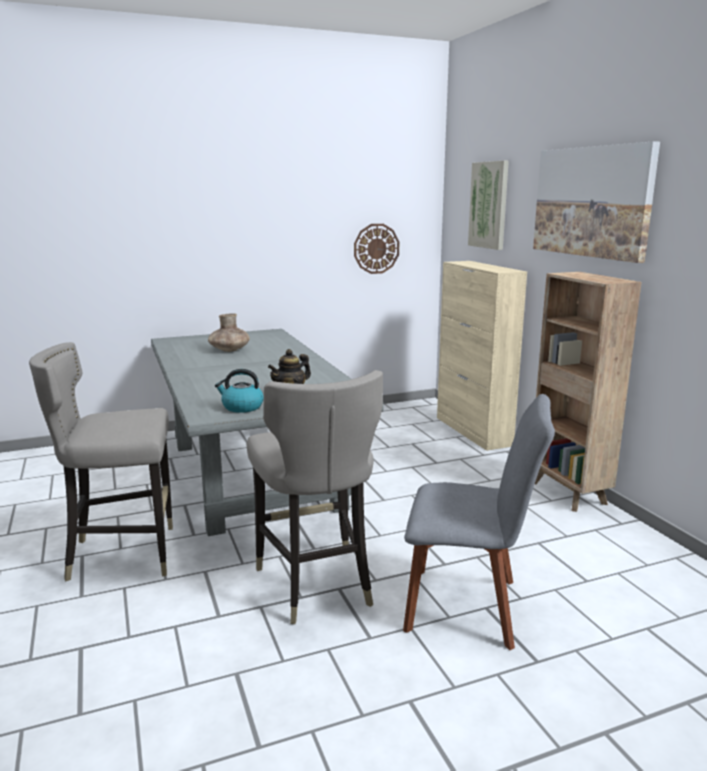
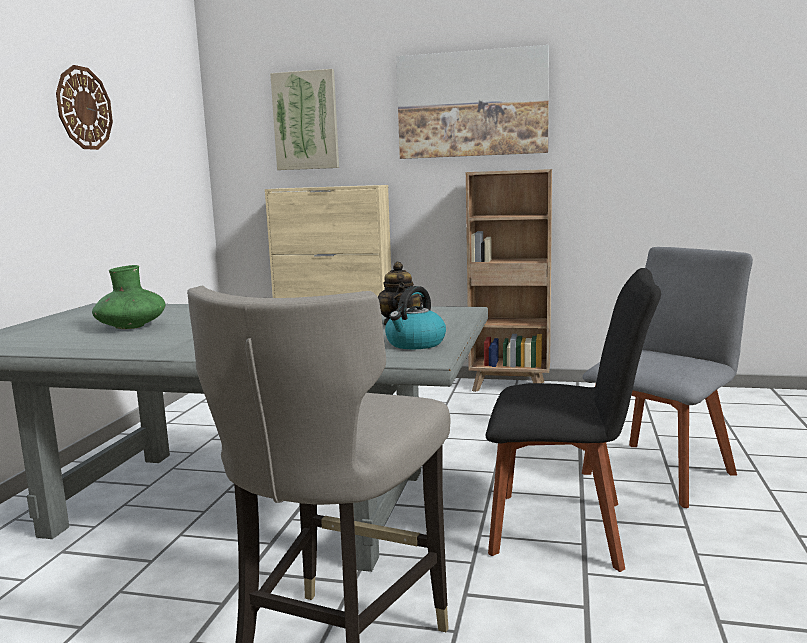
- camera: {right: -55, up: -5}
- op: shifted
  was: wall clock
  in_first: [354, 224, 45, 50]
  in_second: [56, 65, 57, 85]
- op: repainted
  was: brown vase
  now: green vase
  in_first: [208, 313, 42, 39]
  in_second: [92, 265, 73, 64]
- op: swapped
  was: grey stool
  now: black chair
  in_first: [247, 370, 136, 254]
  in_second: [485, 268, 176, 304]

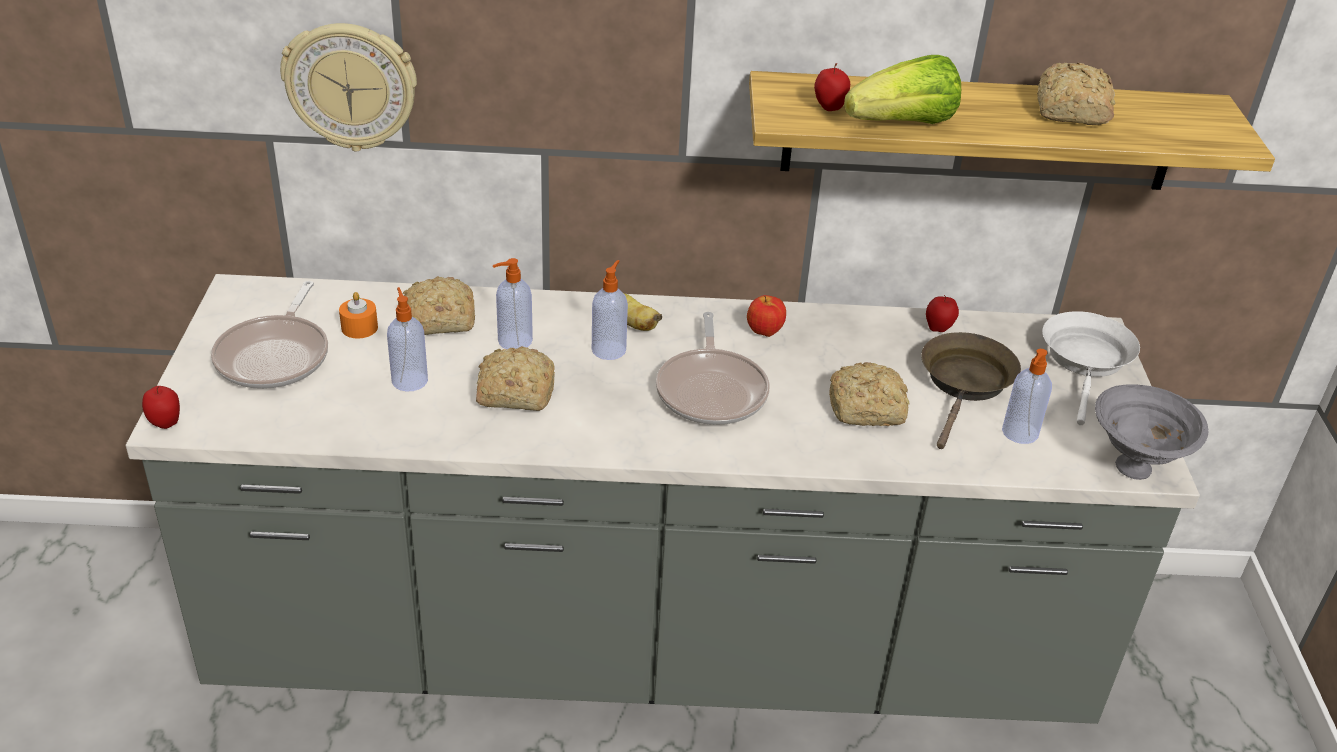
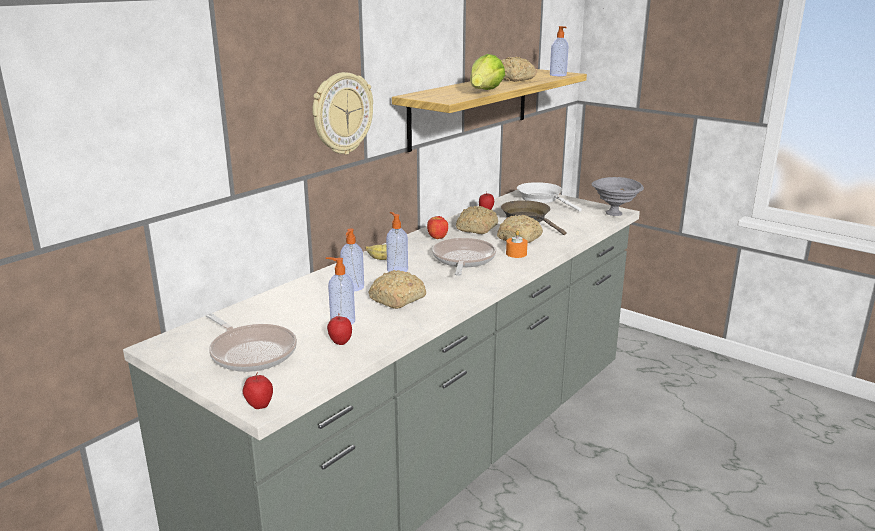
- camera: {right: -50, up: -15}
- op: shifted
  was: wall clock
  in_first: [280, 23, 137, 129]
  in_second: [313, 72, 60, 83]
- op: shifted
  was: apple
  in_first: [814, 63, 36, 48]
  in_second: [327, 313, 25, 32]
- op: rotated
  was: frying pan
  in_first: [656, 312, 114, 113]
  in_second: [432, 238, 64, 38]
  clockwise: -120
- op: shifted
  was: bread
  in_first: [403, 276, 72, 59]
  in_second: [456, 206, 42, 28]
- op: shifted
  was: orange candle
  in_first: [339, 292, 39, 47]
  in_second: [506, 230, 22, 28]
- op: shifted
  was: soap dispenser
  in_first: [1002, 349, 50, 95]
  in_second: [550, 26, 18, 50]

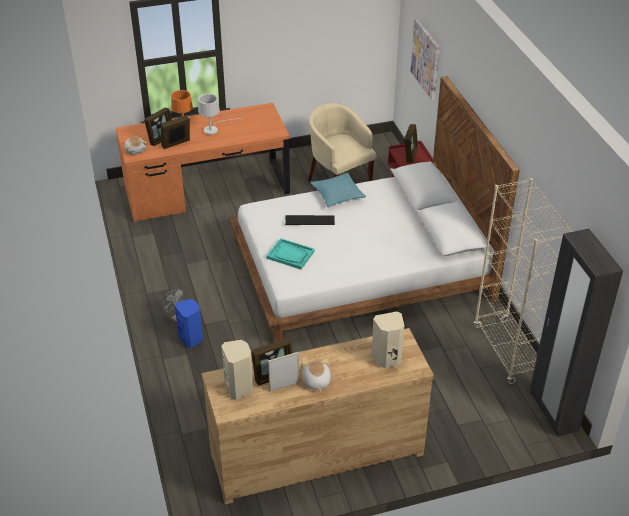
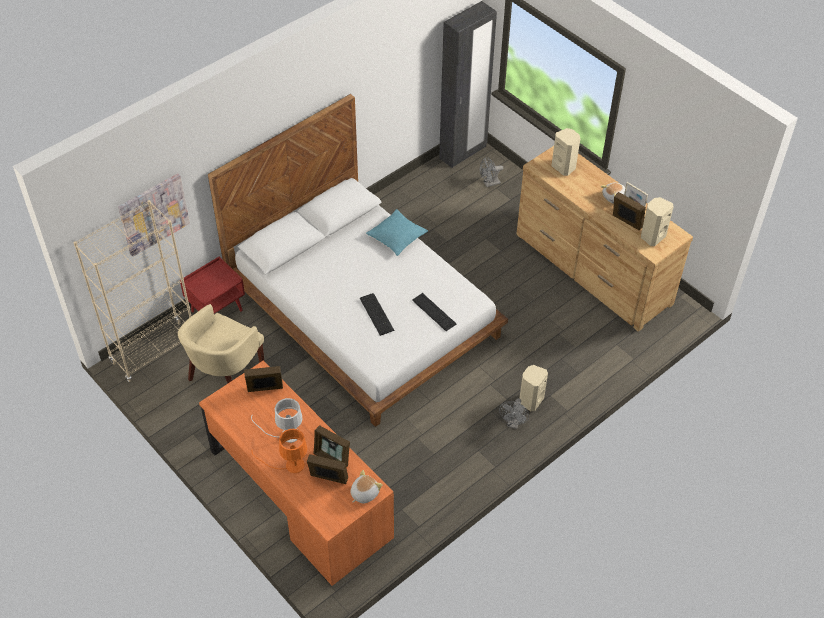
- camera: {right: -115, up: 10}
- op: shifted
  was: beige bookcase
  in_first: [474, 178, 100, 206]
  in_second: [73, 200, 118, 182]
- op: shifted
  was: picture frame
  in_first: [404, 124, 14, 39]
  in_second: [244, 366, 39, 26]
- op: shifted
  was: turquoise pillow
  in_first: [311, 173, 55, 34]
  in_second: [366, 209, 62, 47]
- op: swapped
  was: turquoise tray
  now: keyboard
  in_first: [267, 238, 48, 31]
  in_second: [412, 293, 44, 38]
- op: new
  now: grey fan
  in_second: [480, 157, 23, 30]
- op: repainted
  was: blue speaker
  now: beige speaker
  in_first: [175, 299, 28, 49]
  in_second: [520, 365, 28, 46]

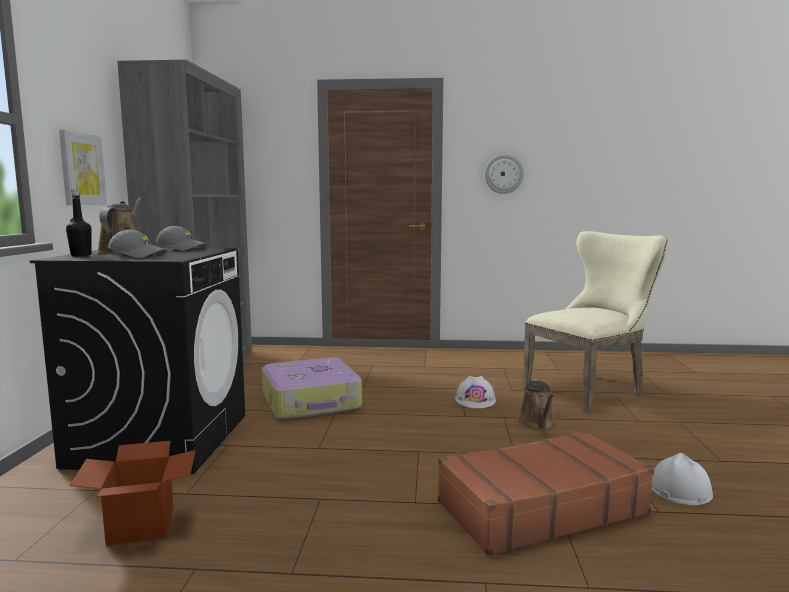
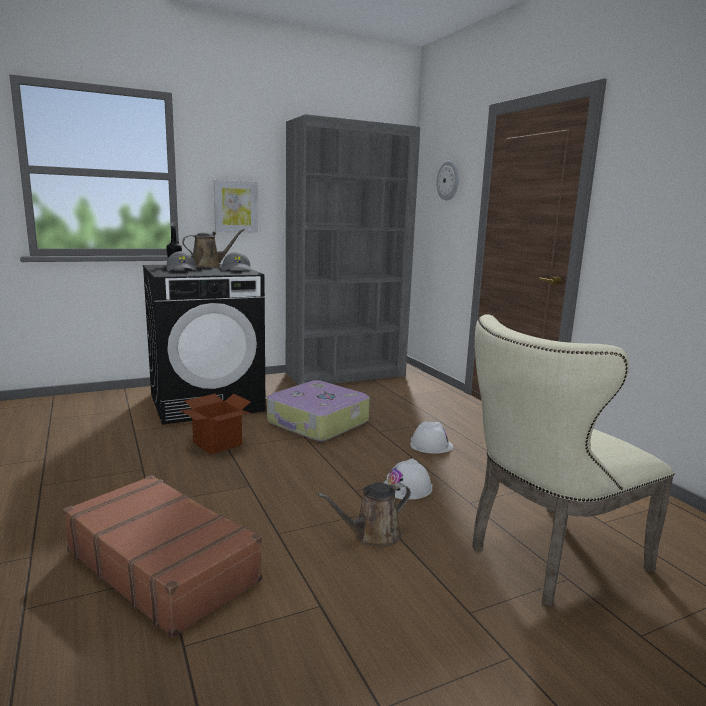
- camera: {right: 60, up: 5}
- op: shifted
  was: cardboard box
  in_first: [70, 441, 126, 105]
  in_second: [180, 394, 71, 60]
- op: shifted
  was: white hard hat
  in_first: [652, 453, 61, 52]
  in_second: [410, 422, 43, 32]
- op: shifted
  was: wall clock
  in_first: [485, 154, 39, 40]
  in_second: [436, 161, 23, 39]
- op: rotated
  was: beige chair
  in_first: [522, 231, 146, 182]
  in_second: [472, 314, 202, 293]
  clockwise: 120

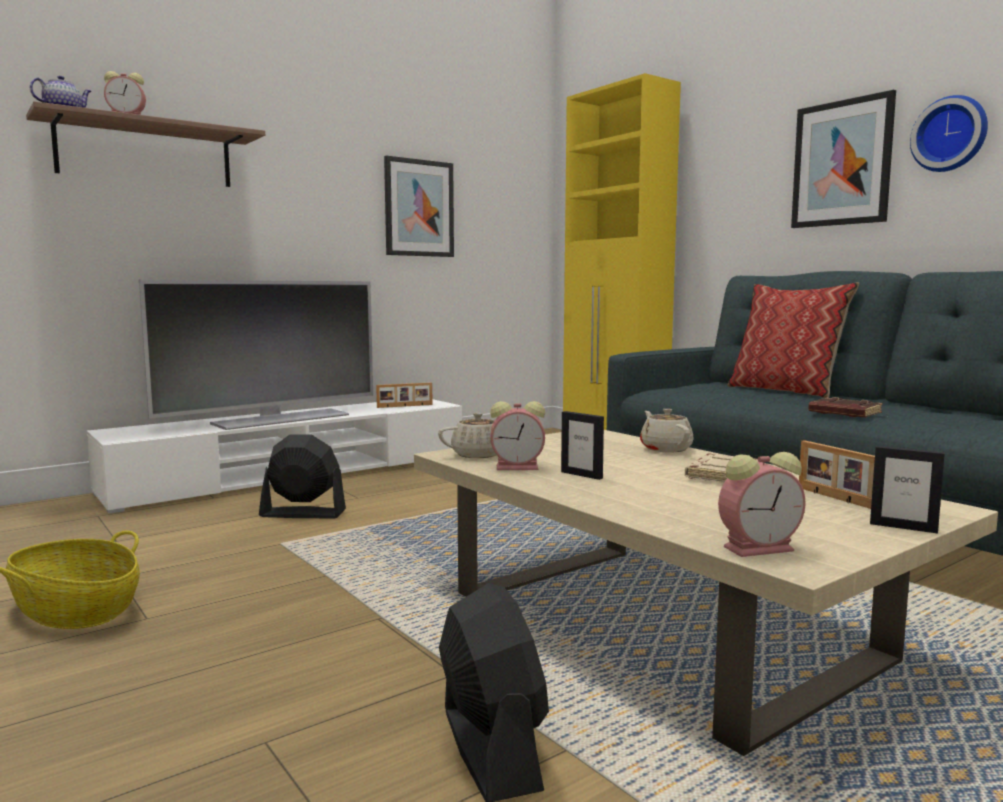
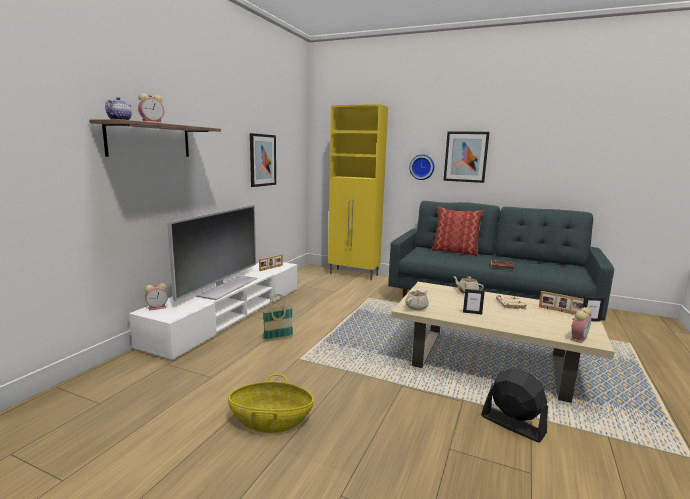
- camera: {right: -30, up: 5}
- op: shifted
  was: alarm clock
  in_first: [490, 401, 55, 69]
  in_second: [145, 283, 23, 28]
- op: swapped
  was: black fan
  now: basket
  in_first: [259, 434, 87, 84]
  in_second: [263, 294, 30, 48]
- op: shifted
  was: wall clock
  in_first: [910, 95, 78, 77]
  in_second: [410, 154, 24, 26]

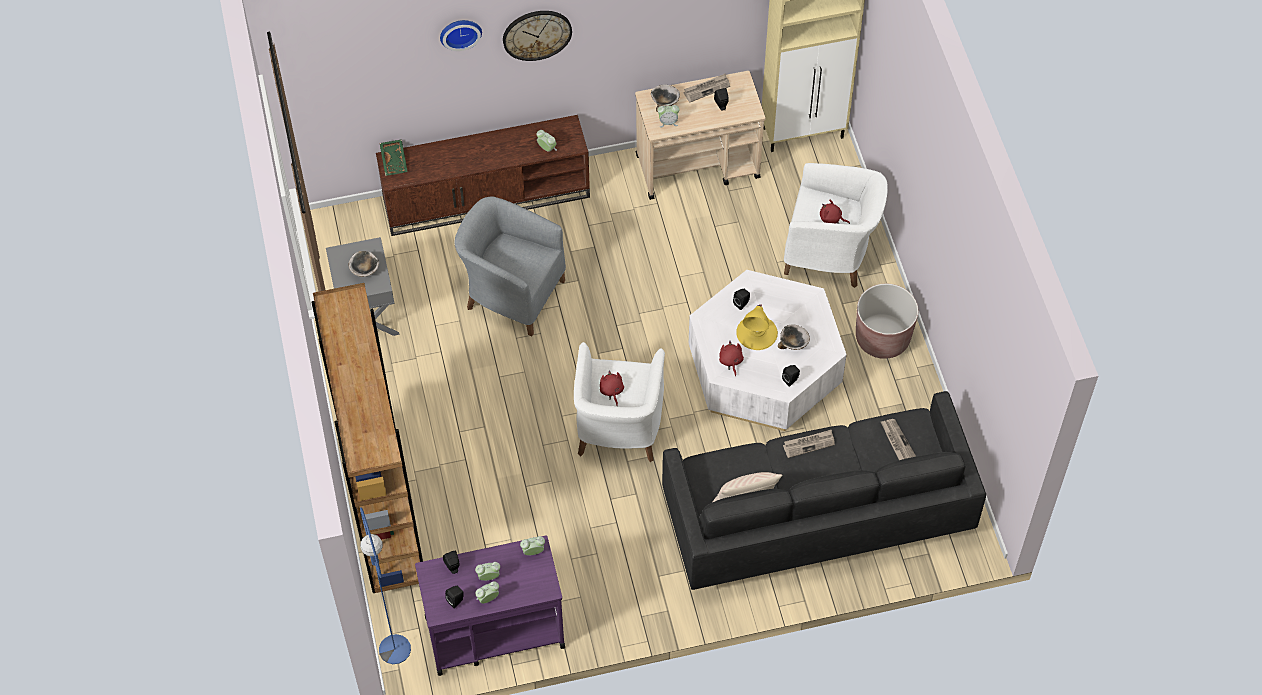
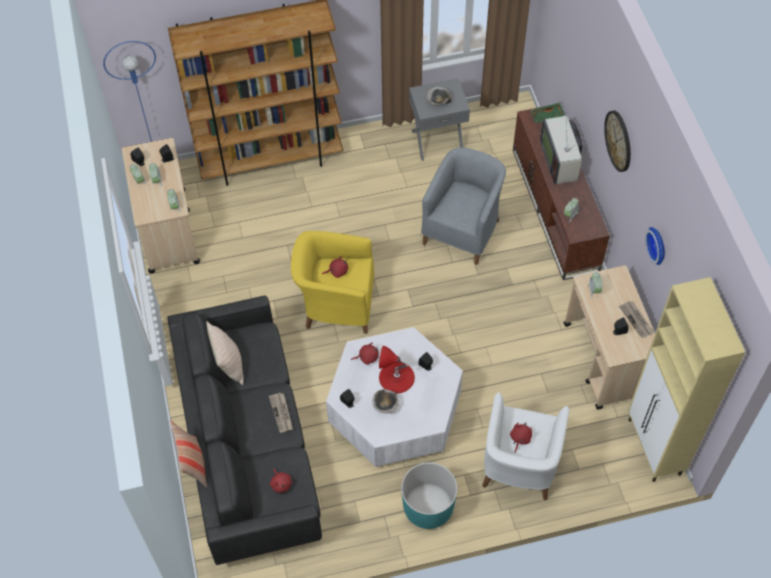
- camera: {right: 90, up: 0}
- op: repainted
  was: purple cart
  now: beige cart
  in_first: [415, 536, 150, 140]
  in_second: [122, 138, 78, 136]
- op: new
  now: pillow
  in_second: [170, 420, 37, 67]
- op: swapped
  was: newspaper
  now: red plush toy
  in_first: [880, 419, 36, 41]
  in_second: [270, 468, 22, 25]
- op: repainted
  was: white armchair
  now: yellow armchair
  in_first: [574, 342, 91, 120]
  in_second: [291, 231, 83, 103]
- op: repainted
  was: yellow table lamp
  now: red table lamp
  in_first: [736, 304, 42, 46]
  in_second: [379, 346, 36, 47]
- op: repainted
  was: brown planter
  now: turquoise planter
  in_first: [856, 284, 62, 75]
  in_second: [401, 462, 56, 67]
- op: new
  now: television
  in_second: [540, 116, 43, 68]
- op: shifted
  was: wall clock
  in_first: [440, 20, 42, 31]
  in_second: [645, 227, 20, 38]
- op: gone
  was: bowl
  in_first: [651, 85, 29, 27]

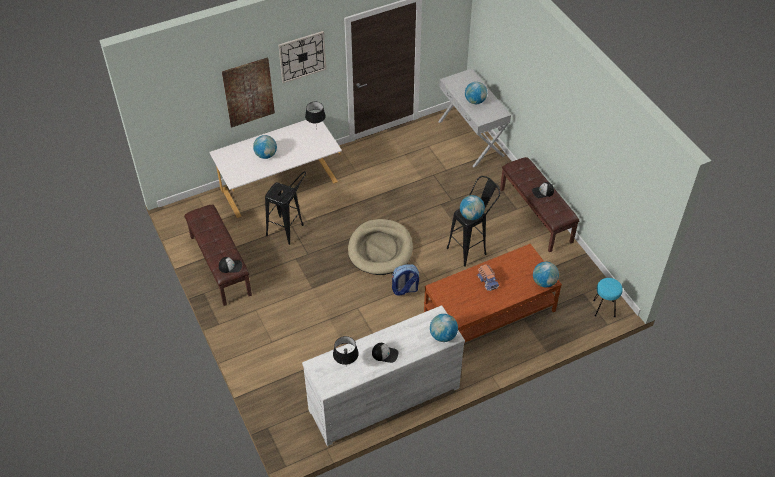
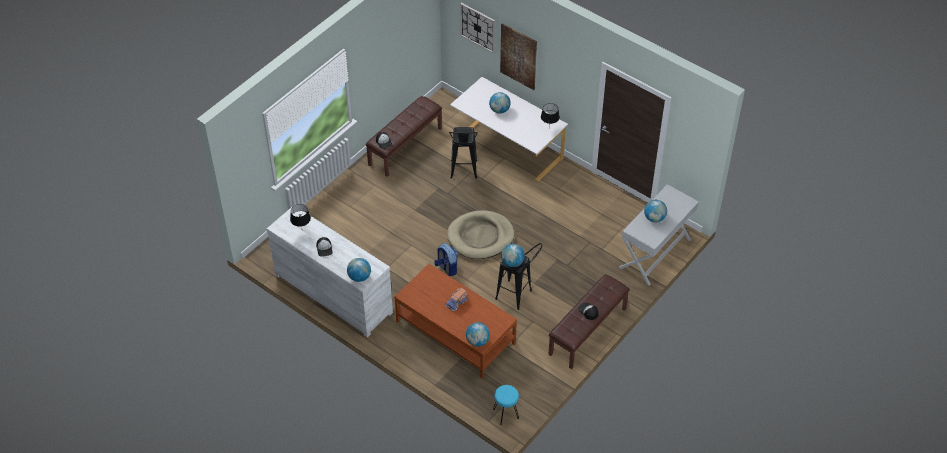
- camera: {right: 65, up: 0}
- op: shifted
  was: wall clock
  in_first: [278, 31, 48, 52]
  in_second: [460, 3, 35, 50]

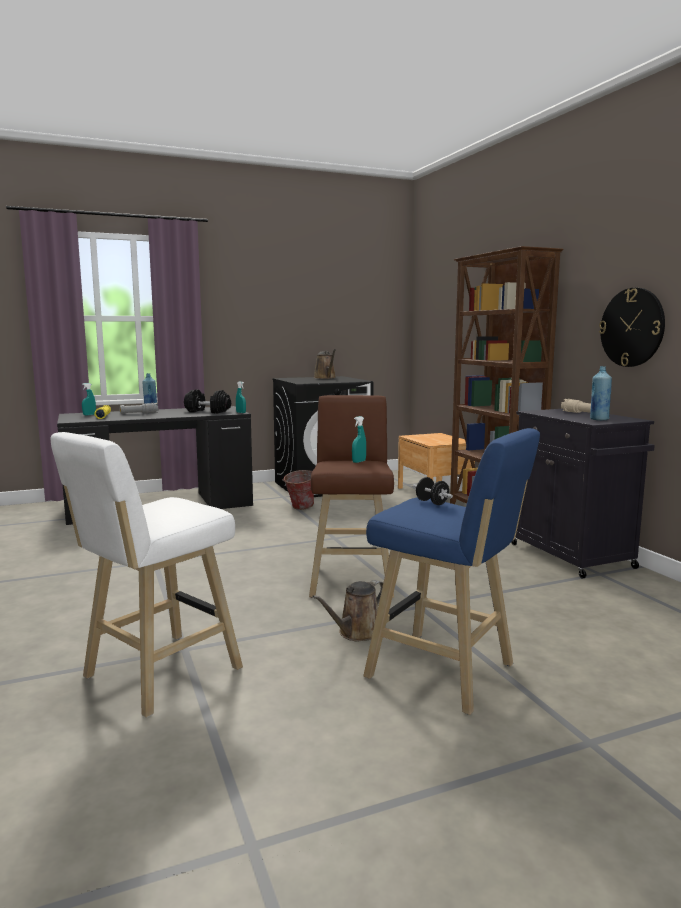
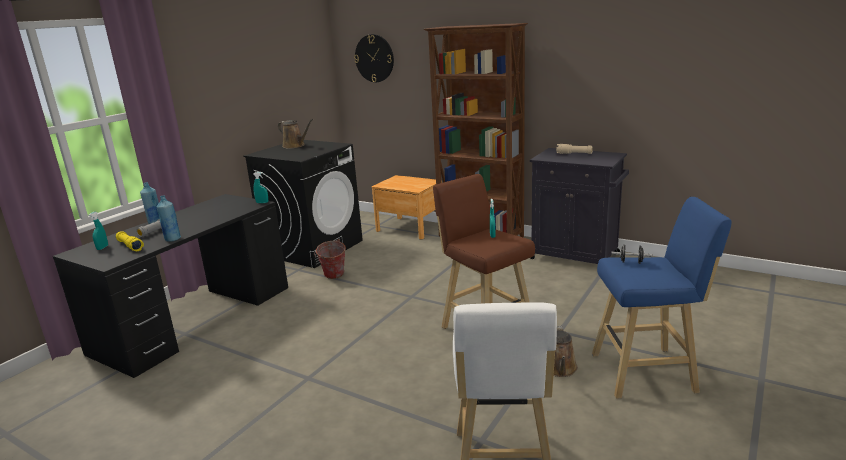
- camera: {right: -35, up: 10}
- op: shifted
  was: blue bottle
  in_first: [590, 366, 22, 54]
  in_second: [157, 195, 24, 47]
- op: shifted
  was: wall clock
  in_first: [599, 288, 66, 79]
  in_second: [354, 34, 40, 48]
- op: gone
  was: black dumbbell
  in_first: [184, 389, 47, 24]

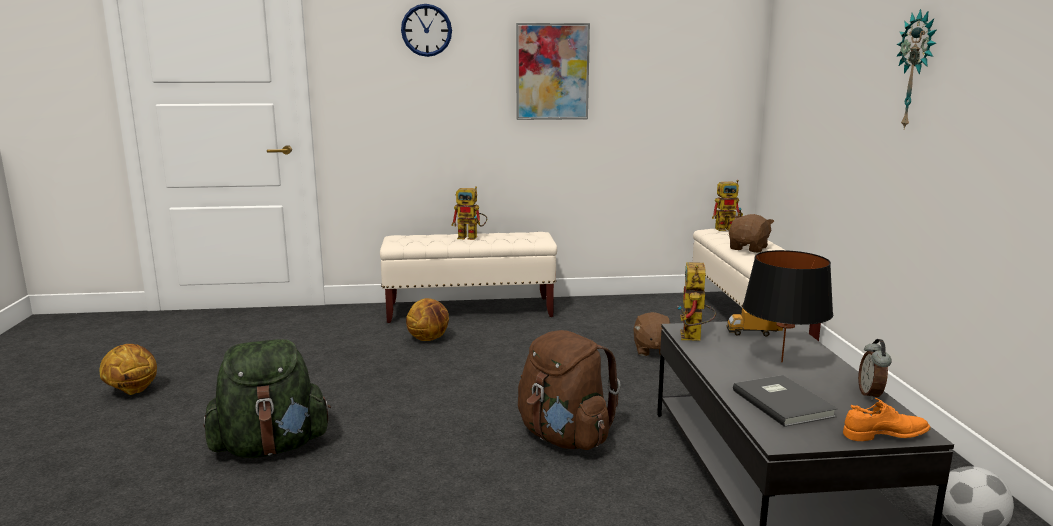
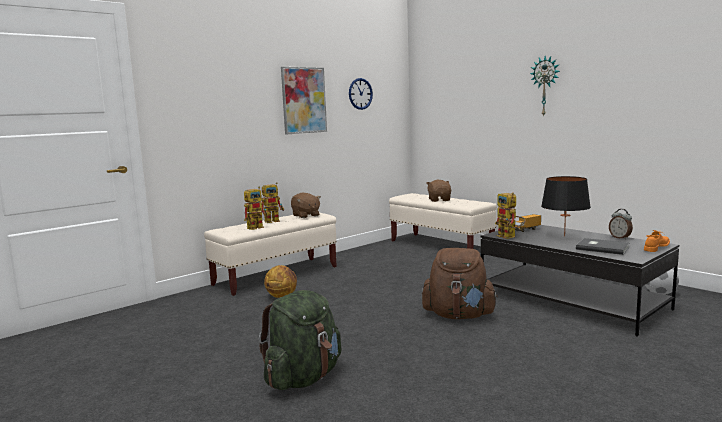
- camera: {right: -35, up: -5}
- op: shifted
  was: toy robot
  in_first: [712, 180, 31, 51]
  in_second: [244, 187, 24, 43]
- op: shifted
  was: brown plush toy
  in_first: [633, 312, 38, 44]
  in_second: [291, 193, 30, 25]
- op: shifted
  was: wall clock
  in_first: [401, 4, 51, 53]
  in_second: [349, 78, 24, 32]
- op: gone
  was: basketball
  in_first: [99, 344, 58, 51]

